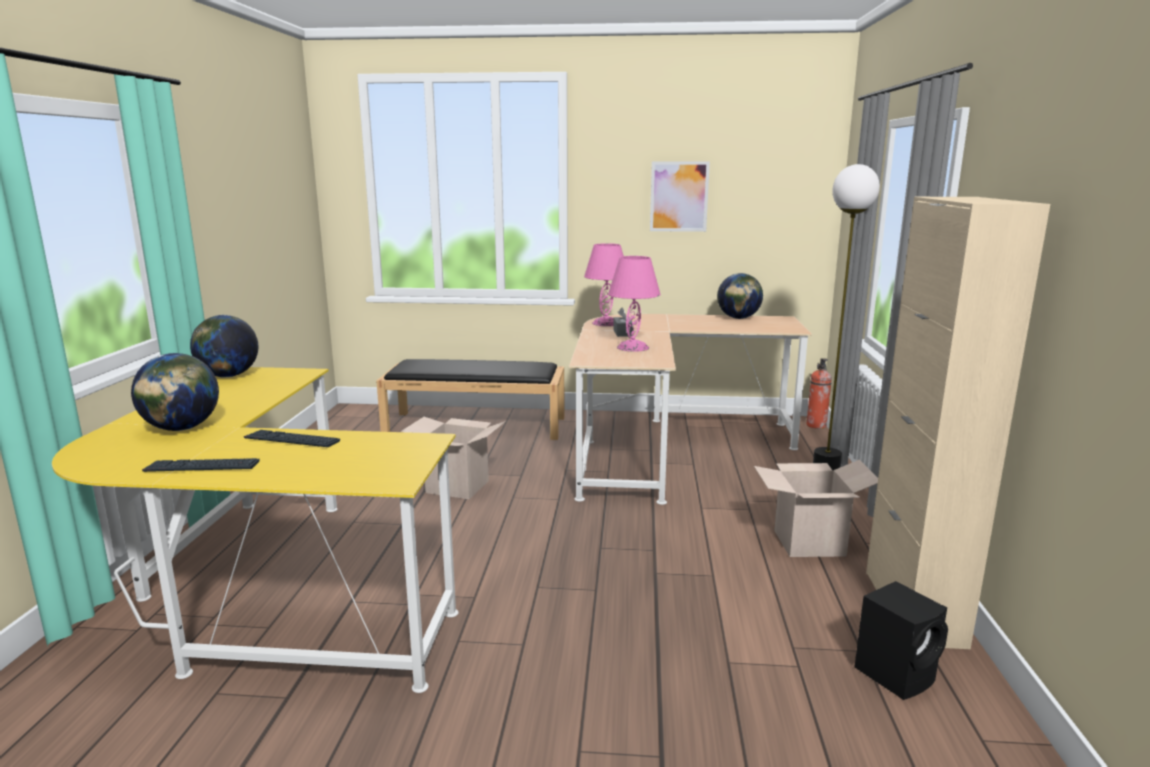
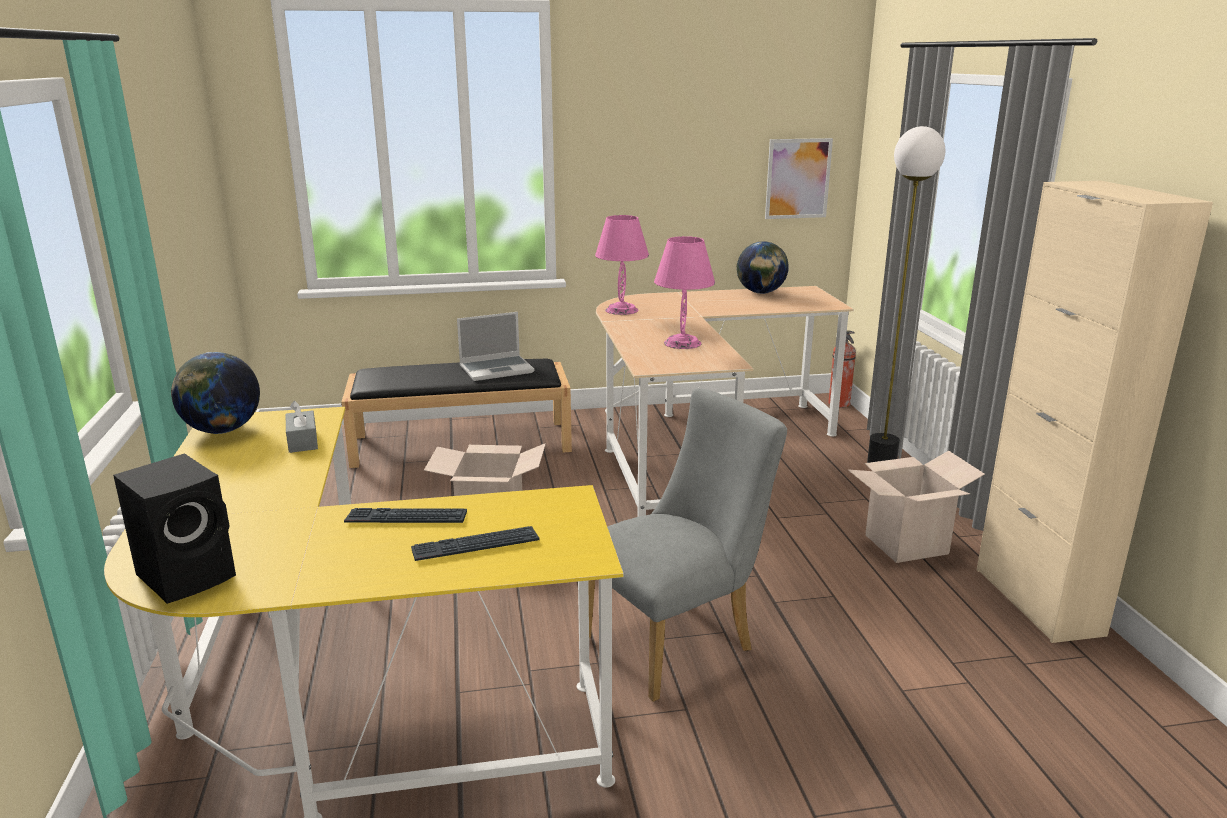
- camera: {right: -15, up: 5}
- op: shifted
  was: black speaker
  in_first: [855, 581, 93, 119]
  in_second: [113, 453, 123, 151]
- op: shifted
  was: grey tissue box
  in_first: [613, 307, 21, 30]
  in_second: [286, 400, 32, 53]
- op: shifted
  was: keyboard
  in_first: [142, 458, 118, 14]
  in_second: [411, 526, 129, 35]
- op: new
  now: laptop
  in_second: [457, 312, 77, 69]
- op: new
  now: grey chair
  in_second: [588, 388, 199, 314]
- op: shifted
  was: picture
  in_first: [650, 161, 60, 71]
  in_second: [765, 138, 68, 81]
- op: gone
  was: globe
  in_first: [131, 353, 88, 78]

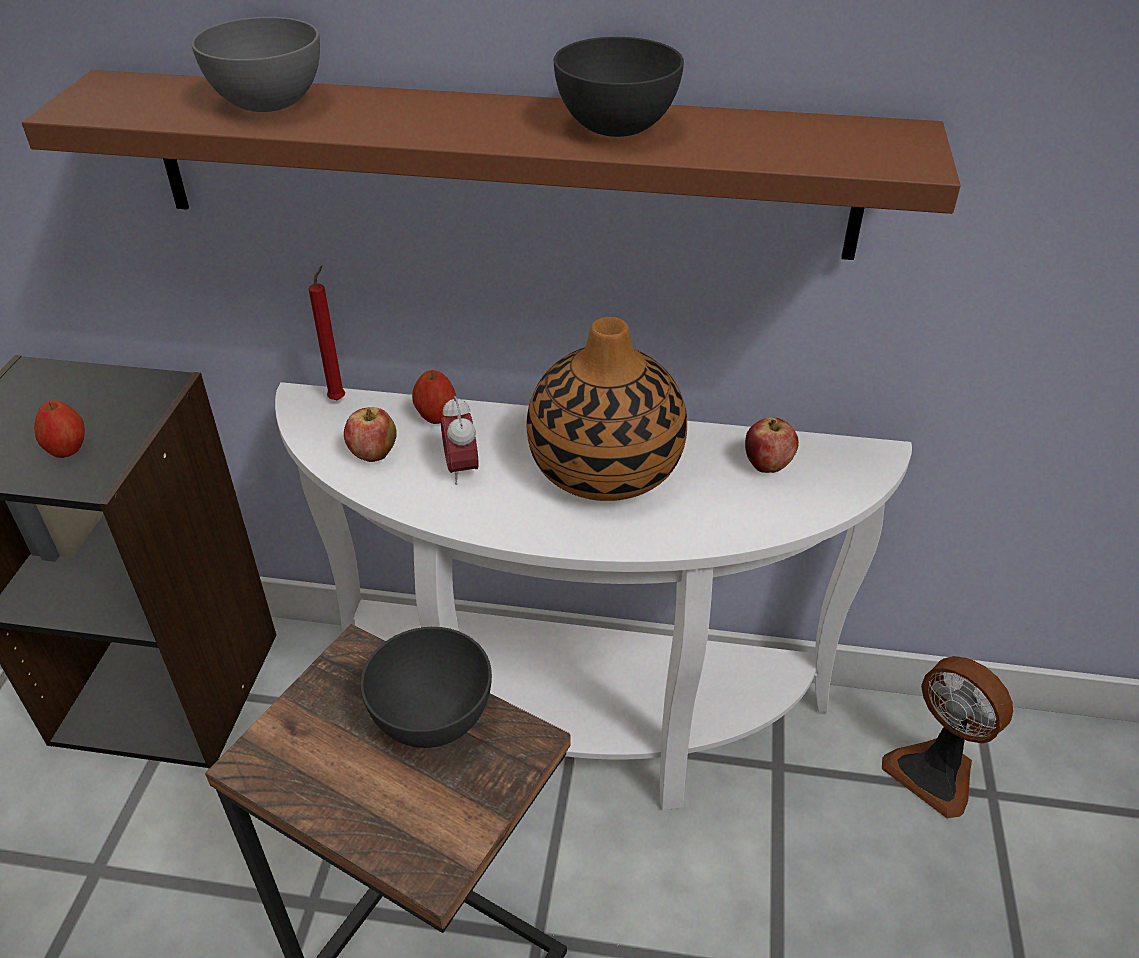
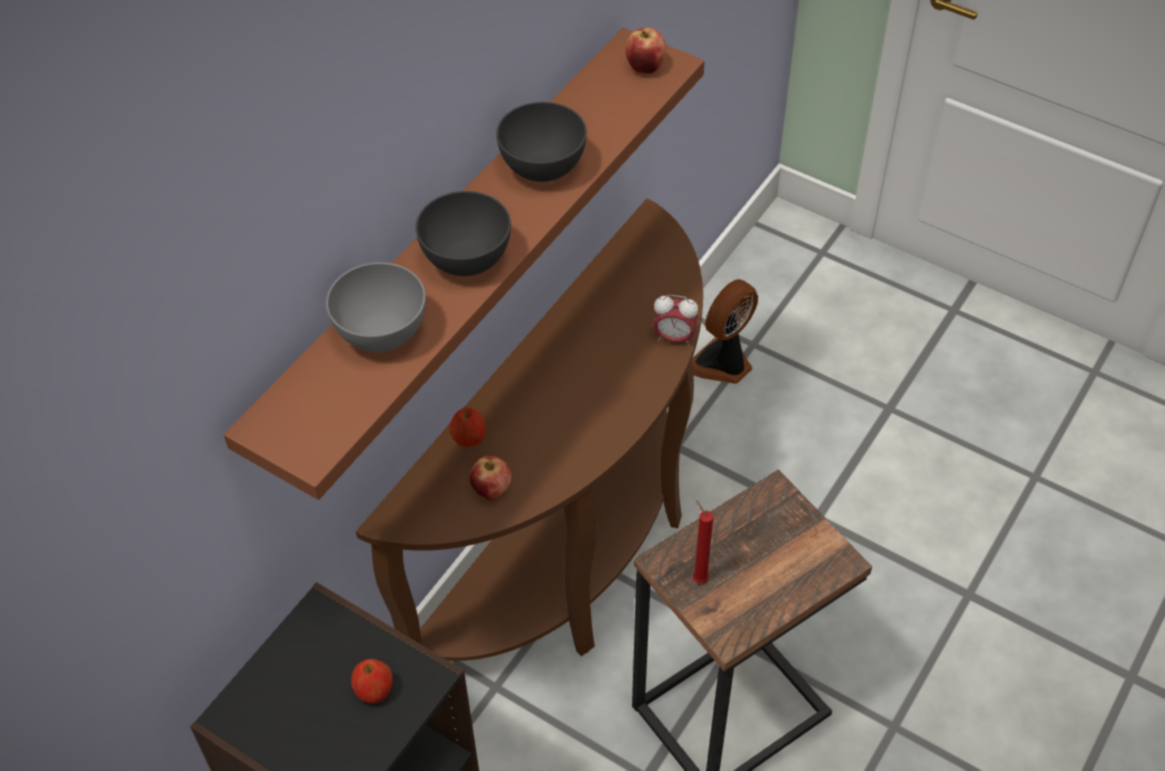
- camera: {right: -65, up: 10}
- op: repainted
  was: white console table
  now: brown console table
  in_first: [275, 382, 637, 428]
  in_second: [356, 198, 347, 463]
- op: shifted
  was: grey bowl
  in_first: [361, 627, 131, 121]
  in_second: [415, 191, 96, 85]
- op: shifted
  was: apple
  in_first: [745, 417, 54, 56]
  in_second: [625, 28, 41, 46]
- op: shifted
  was: alarm clock
  in_first: [441, 396, 38, 89]
  in_second: [653, 295, 45, 50]
- op: rotated
  was: fan
  in_first: [882, 656, 131, 162]
  in_second: [692, 279, 66, 105]
  clockwise: 150
- op: shifted
  was: red candle
  in_first: [308, 266, 37, 134]
  in_second: [693, 500, 20, 83]
- op: gone
  was: vase
  in_first: [527, 317, 160, 184]

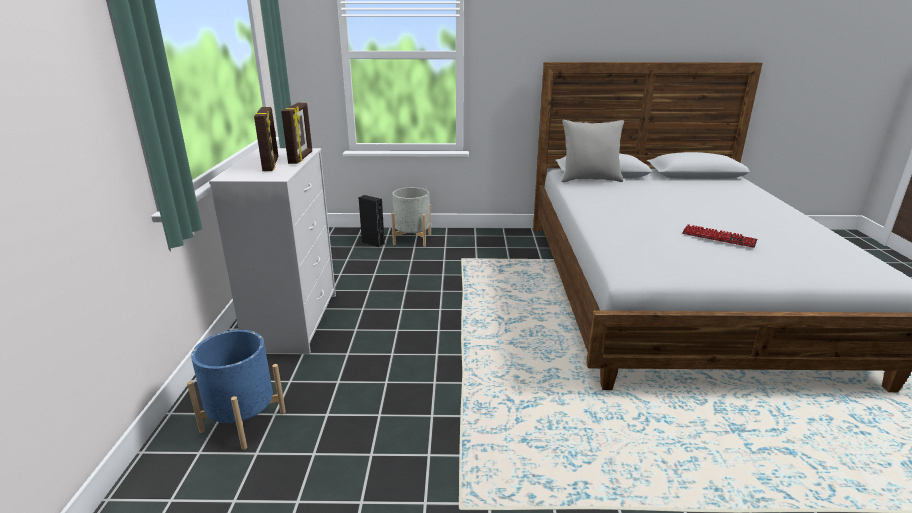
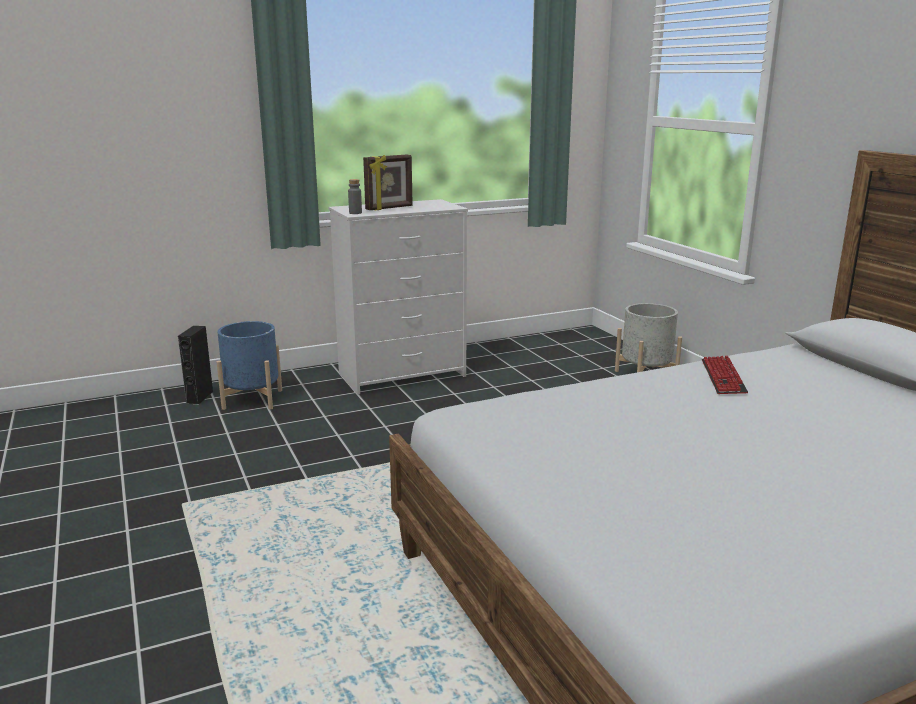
- camera: {right: 65, up: -5}
- op: shifted
  was: black speaker
  in_first: [358, 195, 27, 52]
  in_second: [178, 326, 35, 79]
- op: new
  now: grey bottle
  in_second: [348, 179, 14, 35]
- op: shifted
  was: keyboard
  in_first: [682, 224, 75, 24]
  in_second: [702, 356, 46, 38]
- op: gone
  was: picture frame
  in_first: [281, 103, 31, 61]
- op: gone
  was: grey pillow
  in_first: [561, 120, 63, 62]

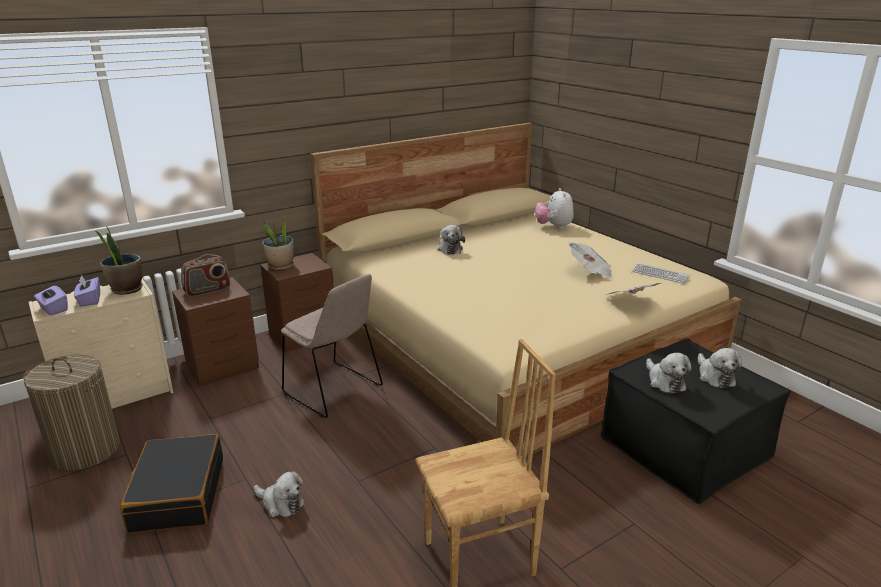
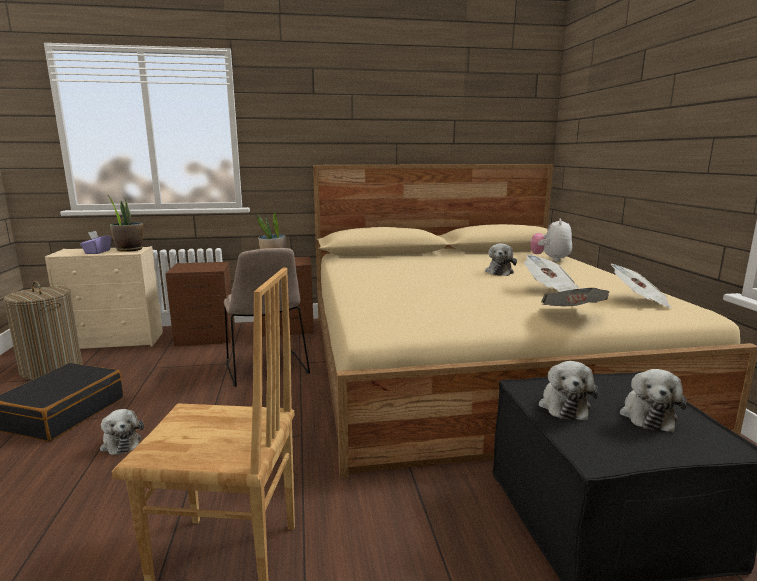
- camera: {right: 25, up: -10}
- op: shifted
  was: plush toy
  in_first: [437, 225, 28, 30]
  in_second: [485, 243, 32, 33]
- op: swapped
  was: keyboard
  now: newspaper
  in_first: [632, 263, 58, 21]
  in_second: [611, 264, 60, 44]
- op: gone
  was: purple tissue box
  in_first: [34, 286, 34, 30]
- op: gone
  was: radio
  in_first: [181, 254, 49, 43]

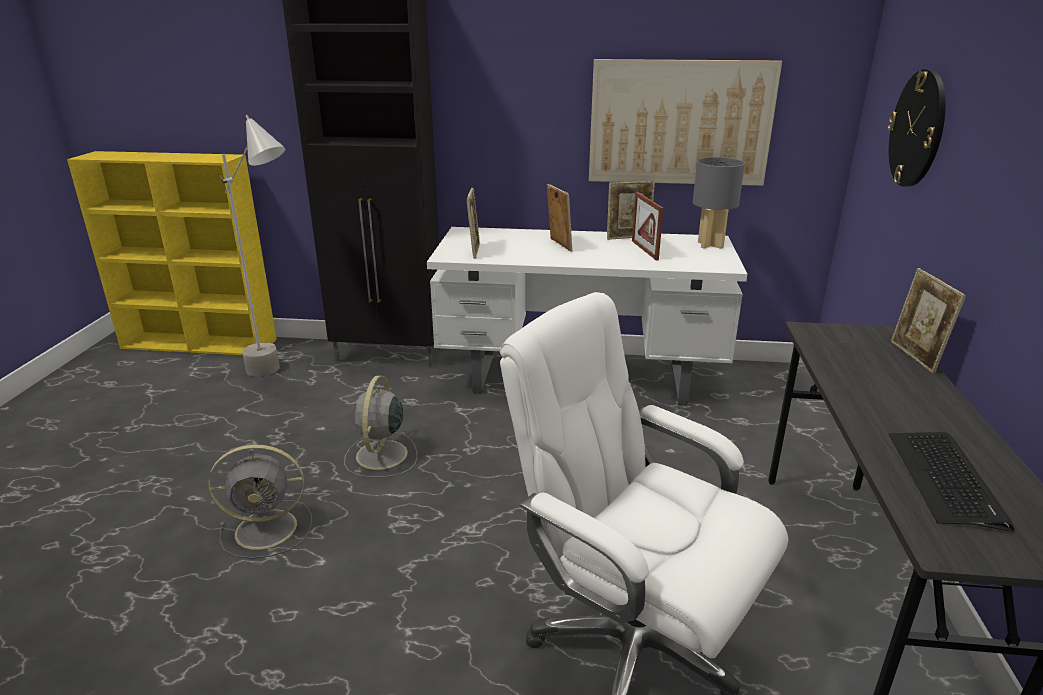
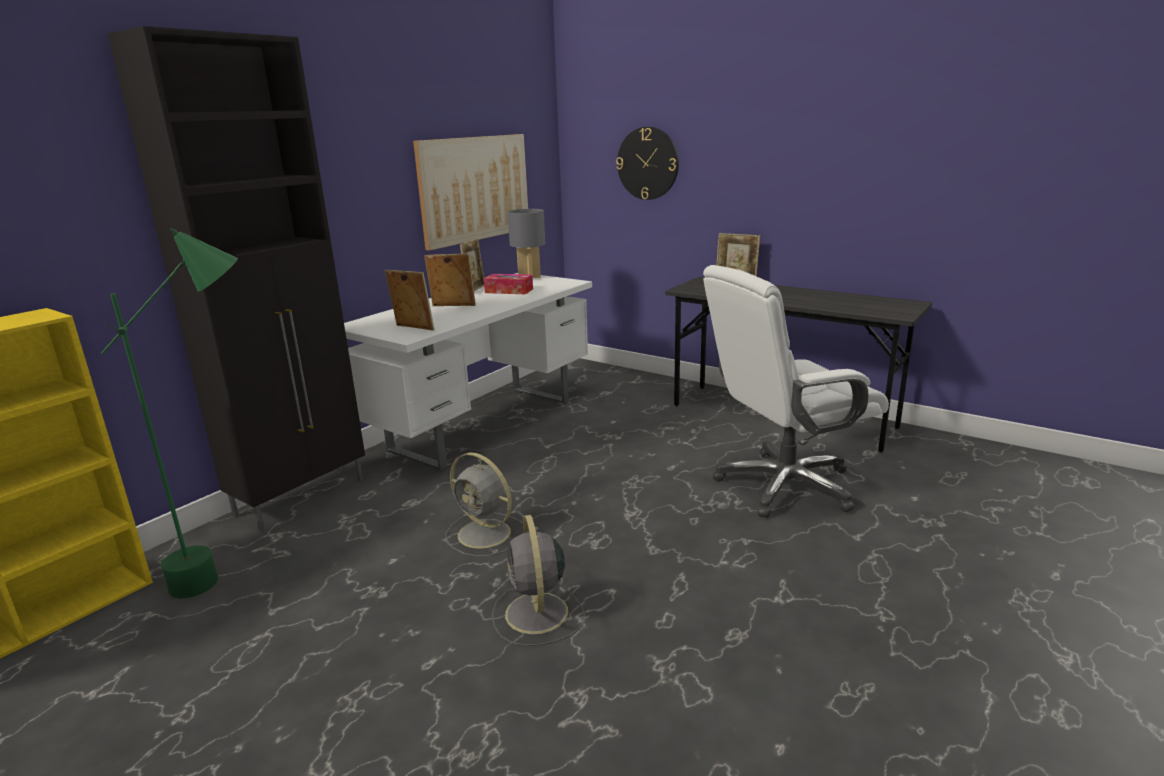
- camera: {right: -60, up: -5}
- op: repainted
  was: grey floor lamp
  now: green floor lamp
  in_first: [218, 115, 67, 262]
  in_second: [101, 228, 137, 371]
- op: swapped
  was: picture frame
  now: tissue box
  in_first: [632, 192, 31, 68]
  in_second: [484, 274, 49, 20]
- op: rotated
  was: grey fan
  in_first: [208, 444, 104, 115]
  in_second: [492, 515, 93, 131]
  clockwise: 150
- op: gone
  was: keyboard
  in_first: [889, 432, 126, 99]

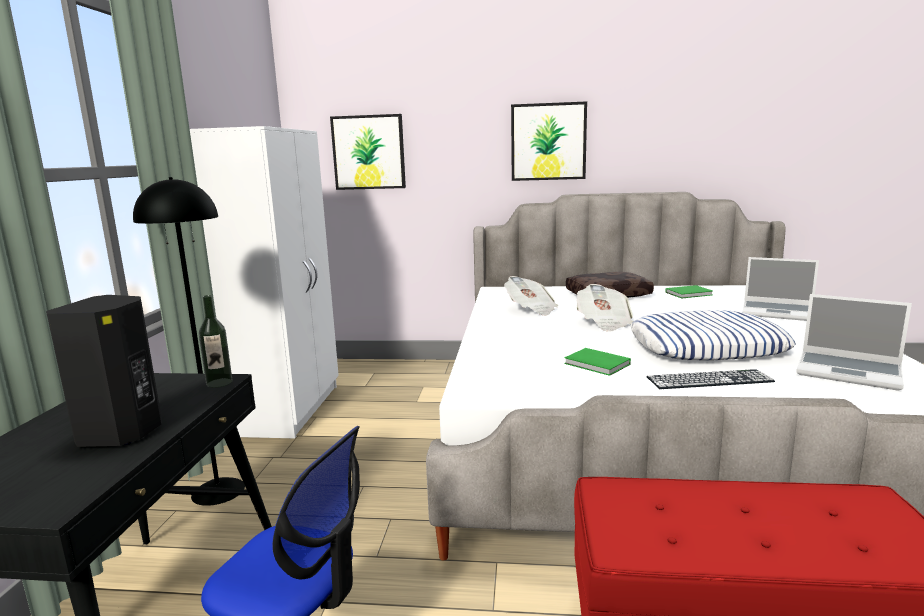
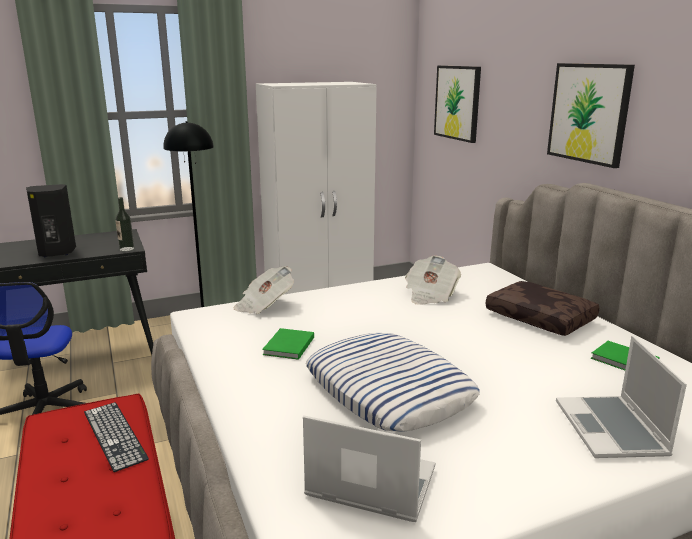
- camera: {right: 60, up: 5}
- op: shifted
  was: keyboard
  in_first: [647, 369, 128, 20]
  in_second: [84, 402, 65, 70]
- op: shifted
  was: newspaper
  in_first: [576, 284, 57, 48]
  in_second: [233, 266, 61, 48]
- op: rotated
  was: laptop
  in_first: [796, 294, 116, 97]
  in_second: [303, 415, 132, 107]
  clockwise: 105

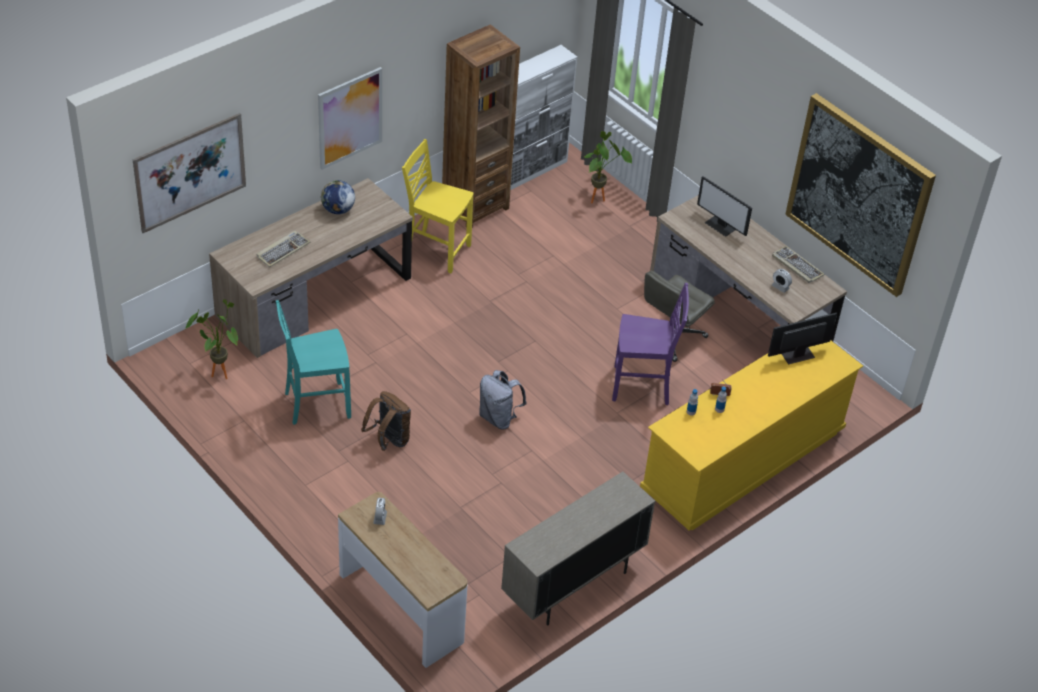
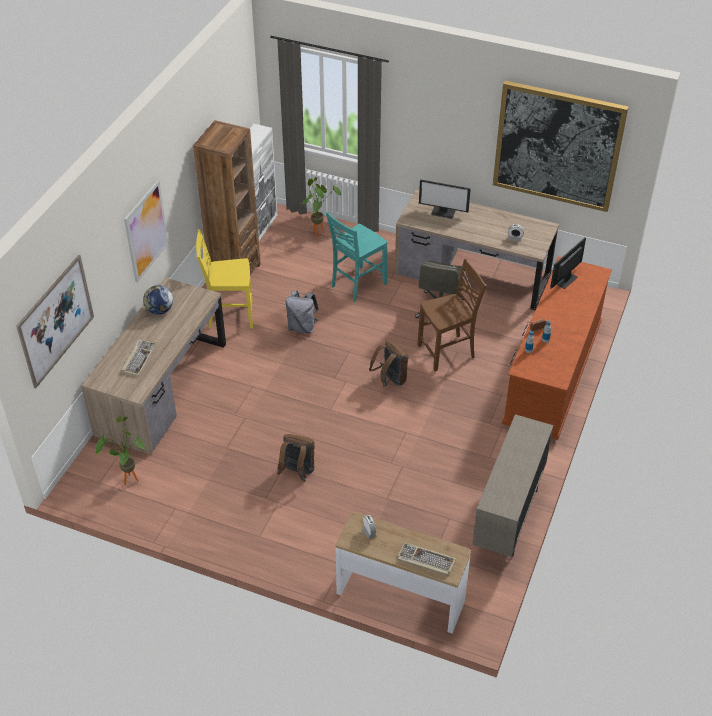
- camera: {right: -25, up: 0}
- op: shifted
  was: grey backpack
  in_first: [479, 370, 48, 60]
  in_second: [286, 290, 33, 43]
- op: shifted
  was: turquoise chair
  in_first: [276, 300, 75, 125]
  in_second: [326, 212, 61, 90]
- op: new
  now: brown backpack
  in_second: [369, 340, 39, 47]
- op: shifted
  was: keyboard
  in_first: [772, 246, 52, 37]
  in_second: [398, 542, 58, 34]
- op: repainted
  was: purple chair
  now: brown chair
  in_first: [612, 283, 77, 122]
  in_second: [417, 259, 70, 112]
- op: repainted
  was: yellow dresser
  now: brown dresser
  in_first: [640, 340, 223, 191]
  in_second: [502, 256, 110, 184]

